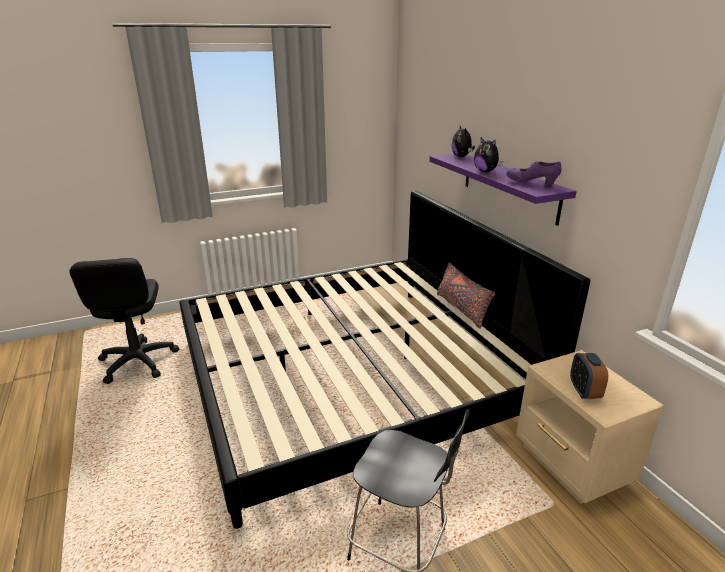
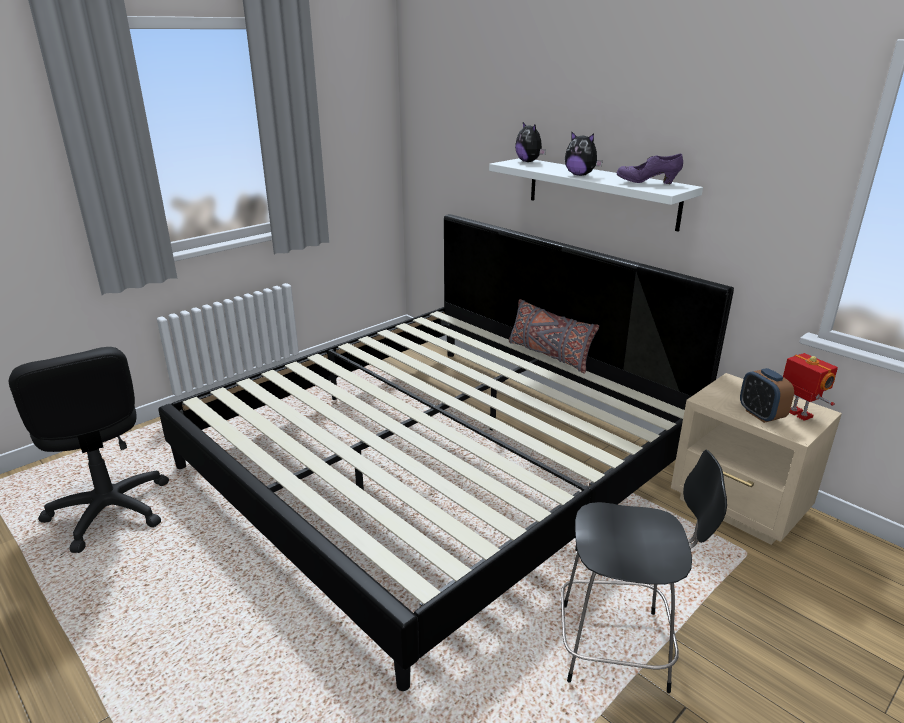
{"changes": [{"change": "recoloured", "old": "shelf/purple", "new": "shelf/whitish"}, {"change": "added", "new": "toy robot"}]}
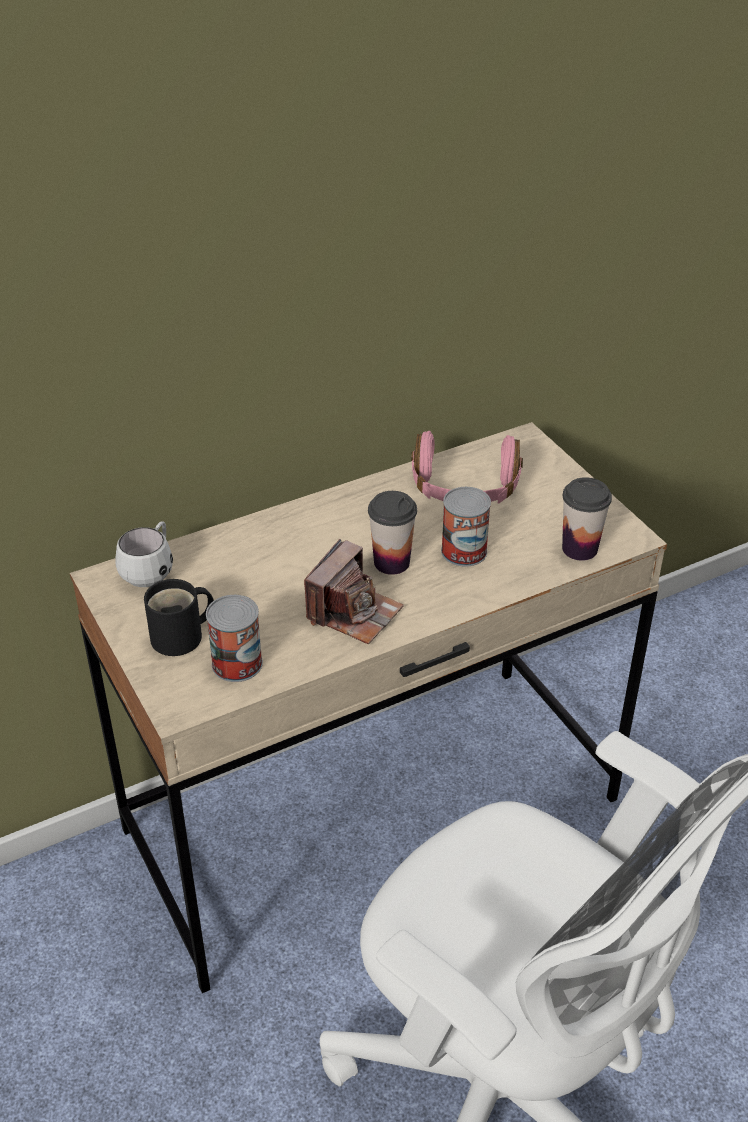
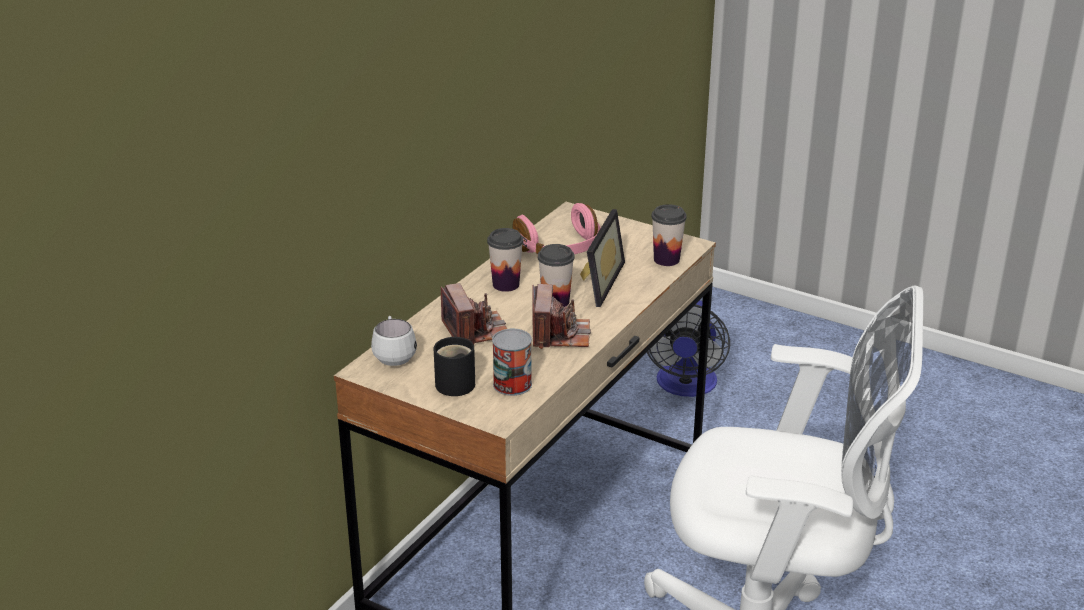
{"changes": [{"change": "added", "new": "photo camera (1st from left)"}, {"change": "added", "new": "drinking cup (1st from left)"}, {"change": "replaced", "old": "sealed can (2nd from left)", "new": "photo frame"}, {"change": "added", "new": "cooling fan"}]}
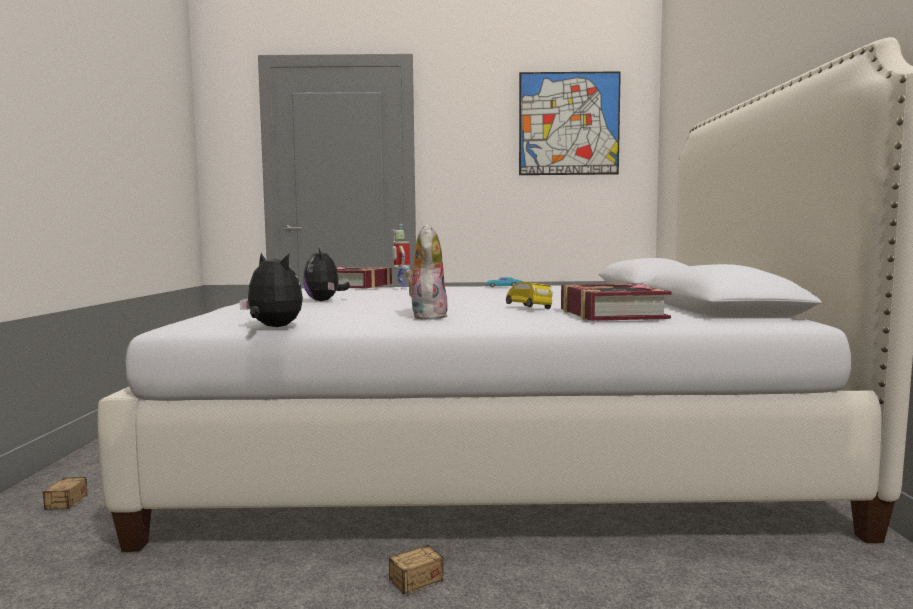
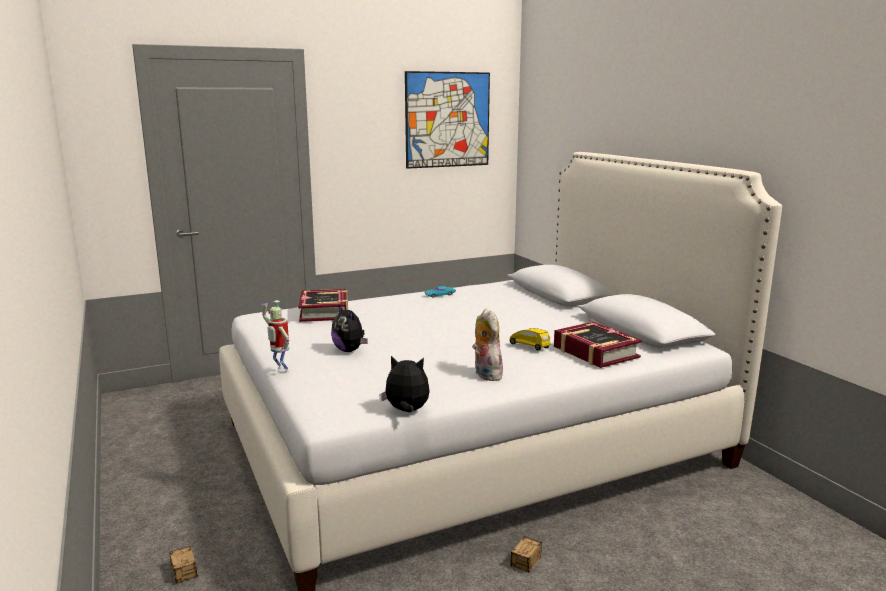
{"changes": [{"change": "moved", "old": "toy robot"}]}
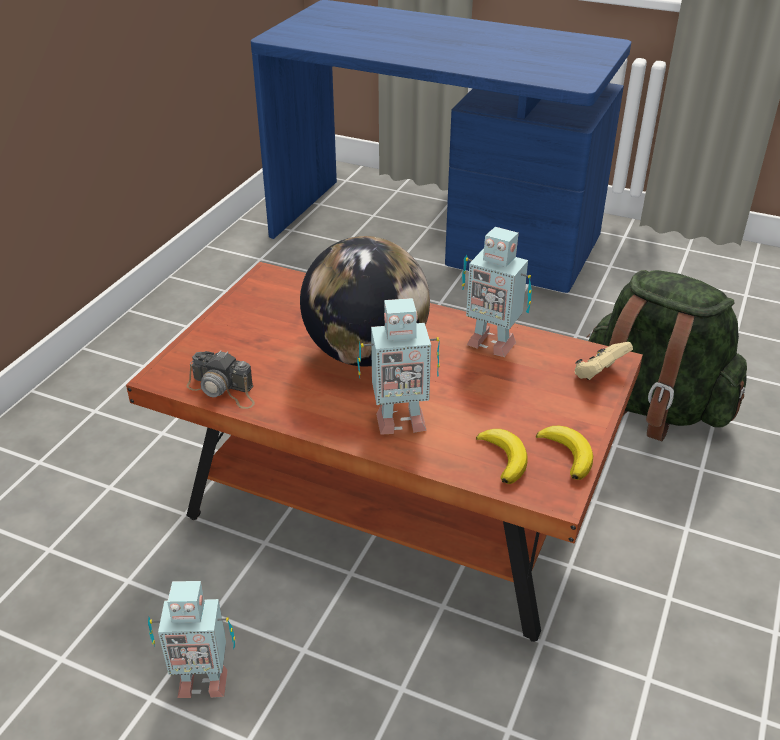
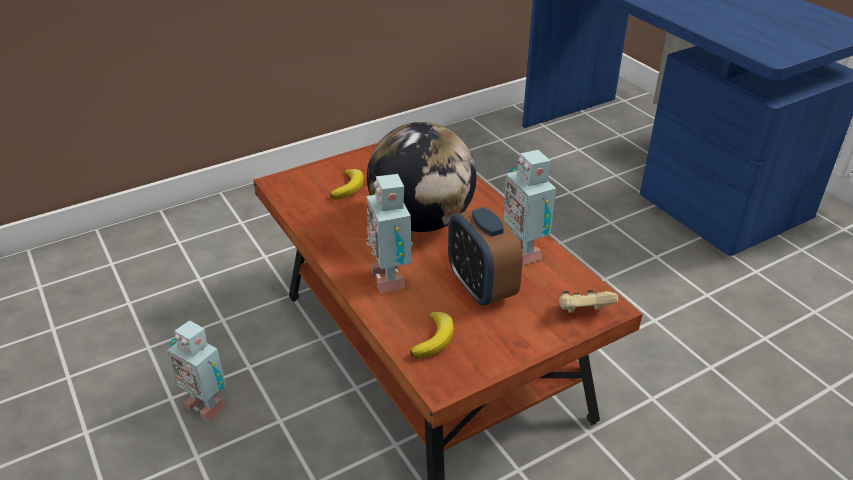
{"changes": [{"change": "moved", "old": "banana fruit (2nd from left in the first image)", "new": "banana fruit (1st from left)"}, {"change": "turned", "old": "toy robot (2nd from left)", "degrees": 45}, {"change": "added", "new": "table clock"}, {"change": "removed", "old": "photo camera"}, {"change": "removed", "old": "rucksack/greenish"}]}
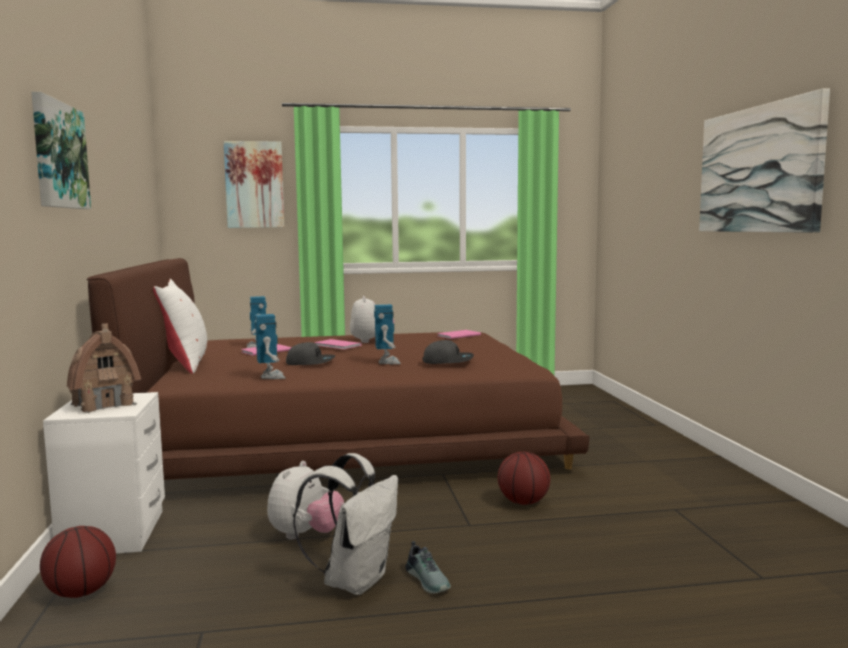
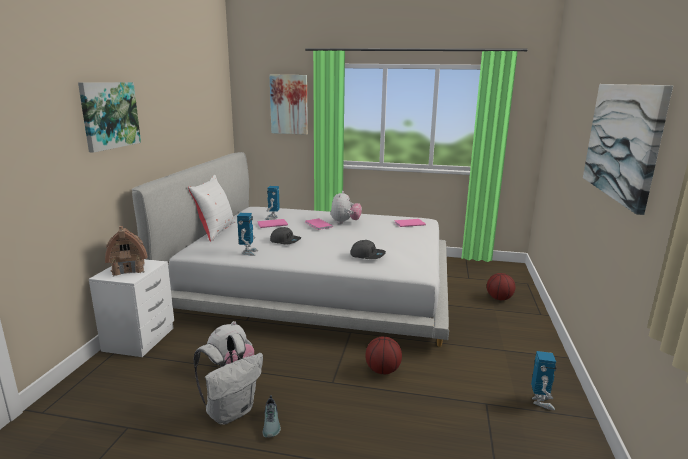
{"changes": [{"change": "recoloured", "old": "bedroom bed/brown-coloured", "new": "bedroom bed/whitish"}, {"change": "moved", "old": "basketball ball (1st from left in the first image)", "new": "basketball ball (2nd from left)"}, {"change": "moved", "old": "toy robot (3rd from left)"}]}
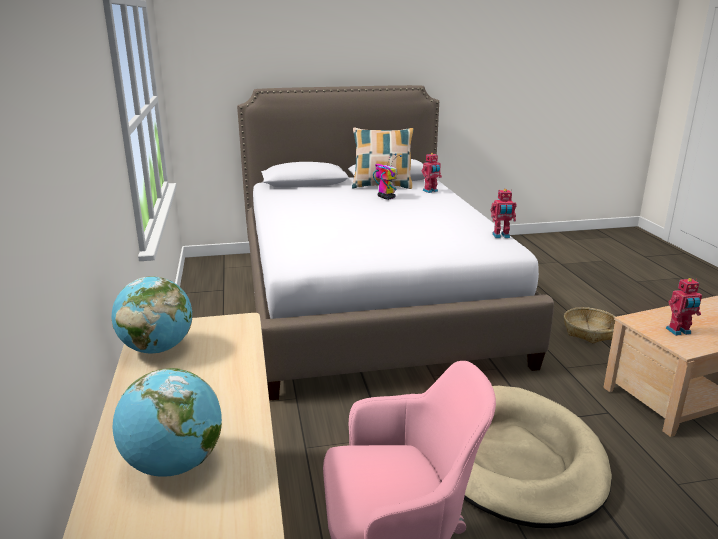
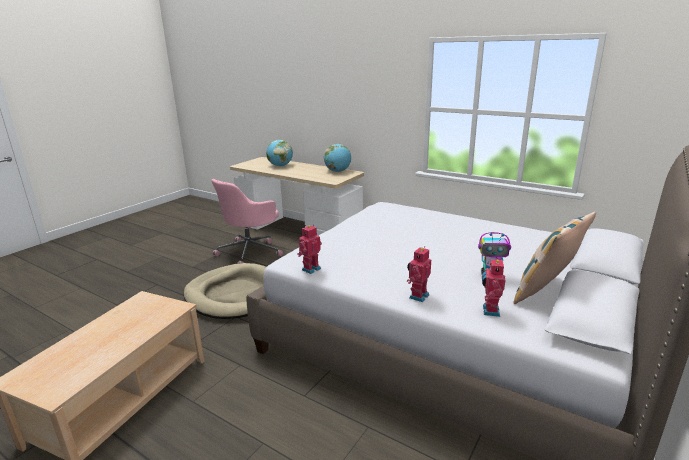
{"changes": [{"change": "moved", "old": "toy robot (4th from left in the first image)", "new": "toy robot (2nd from left)"}, {"change": "removed", "old": "basket"}]}
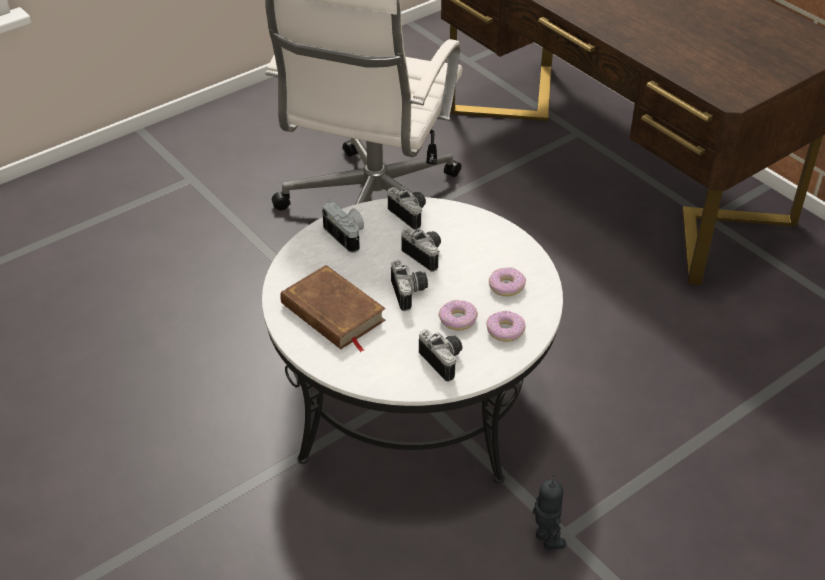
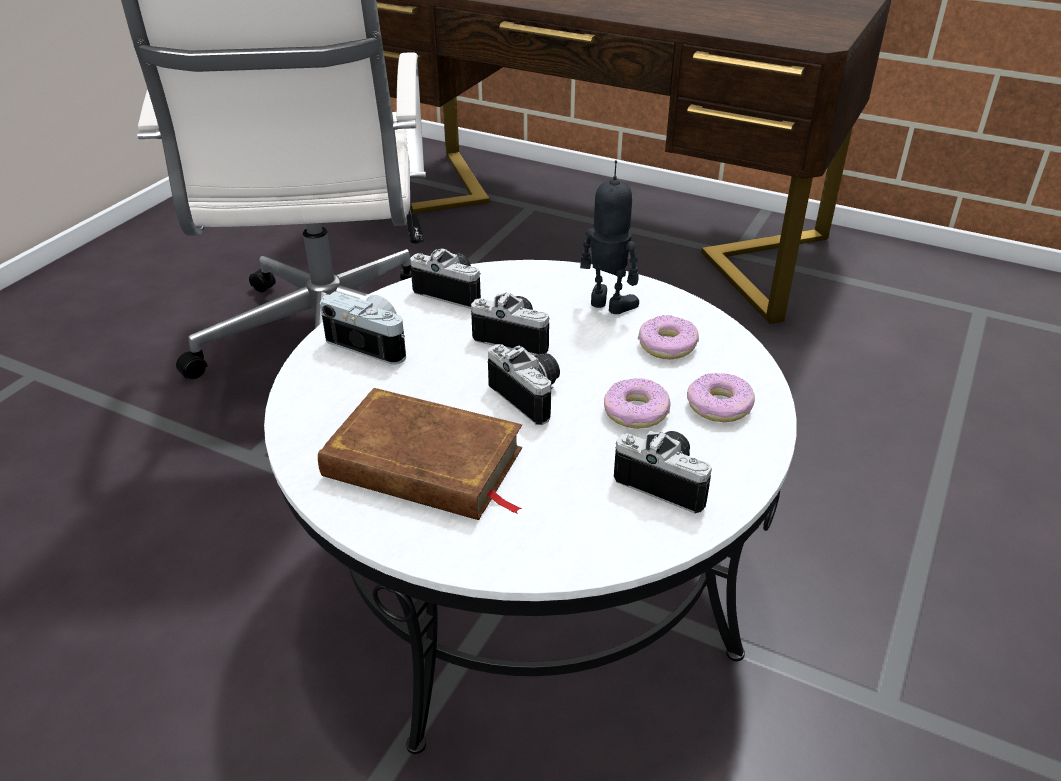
{"changes": [{"change": "moved", "old": "toy robot"}]}
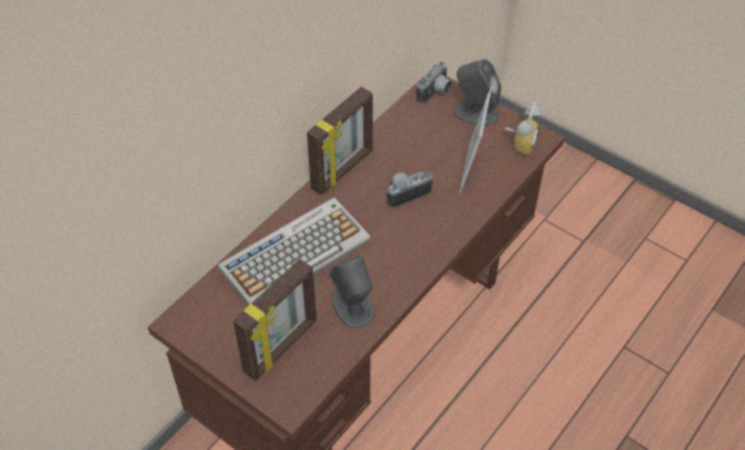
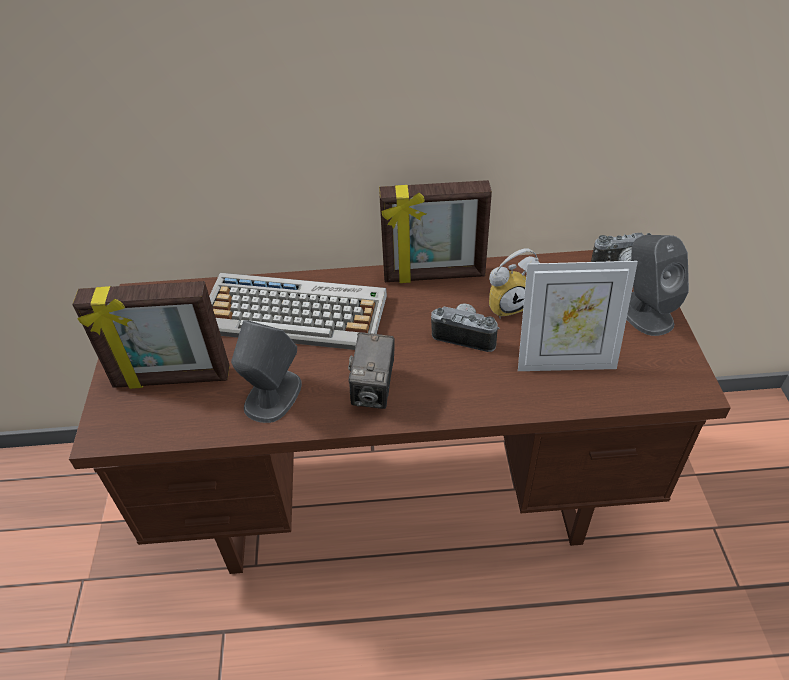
{"changes": [{"change": "added", "new": "photo camera (1st from left)"}, {"change": "moved", "old": "table clock"}, {"change": "turned", "old": "photo frame (3rd from left)", "degrees": -150}]}
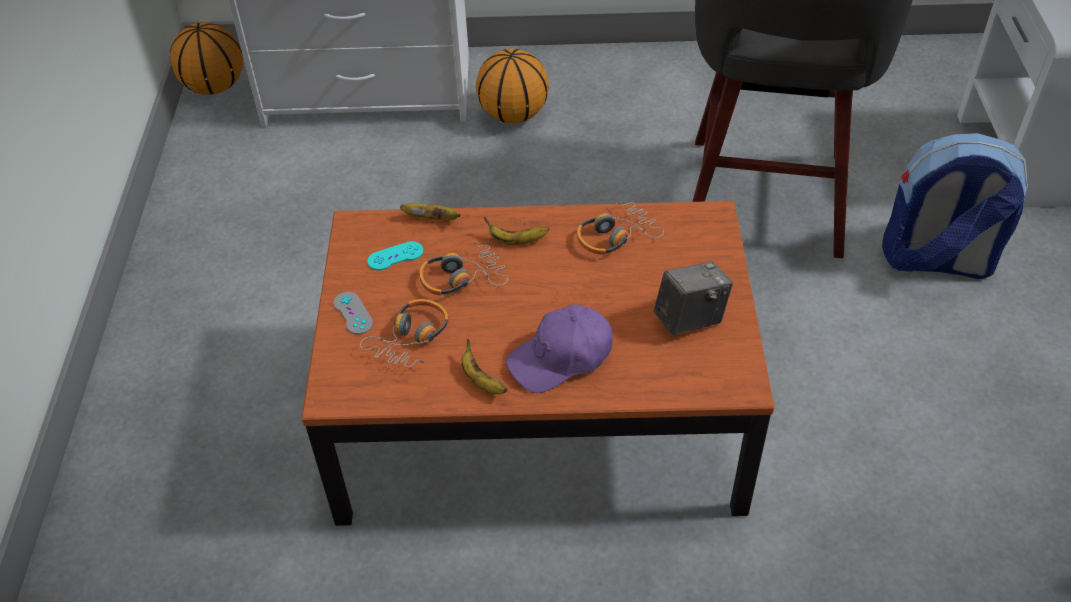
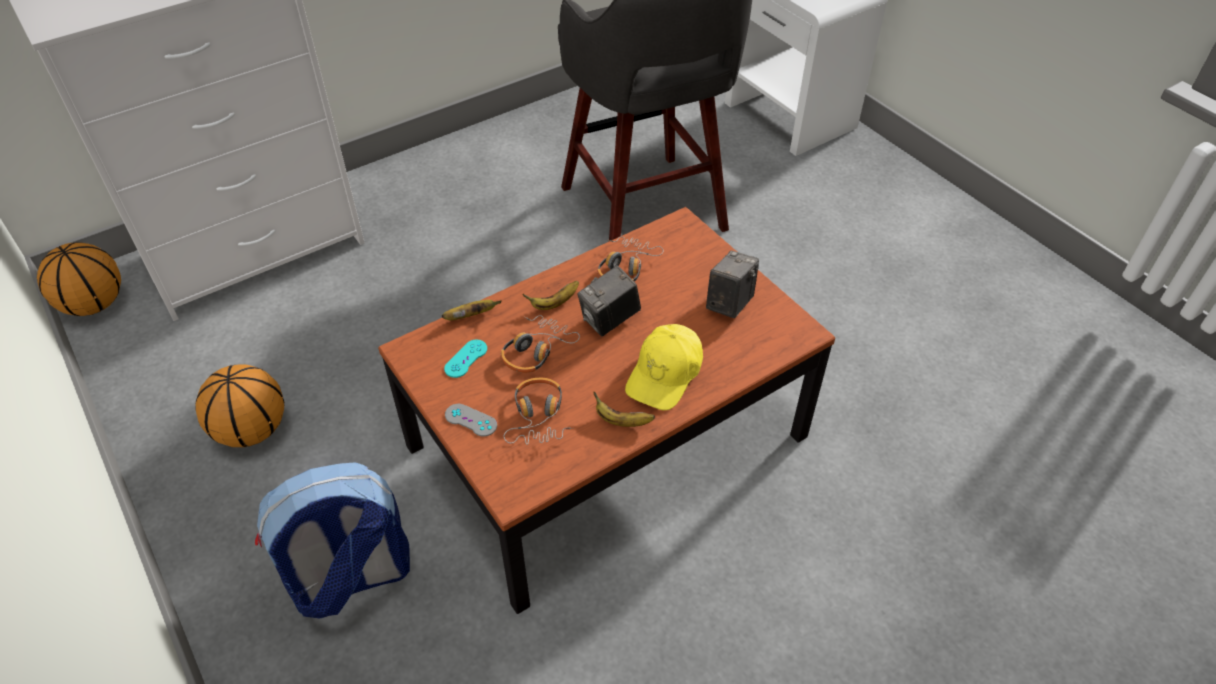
{"changes": [{"change": "moved", "old": "basketball ball (2nd from left)"}, {"change": "moved", "old": "rucksack"}, {"change": "added", "new": "photo camera (1st from left)"}, {"change": "recoloured", "old": "cap/purple", "new": "cap/yellow"}]}
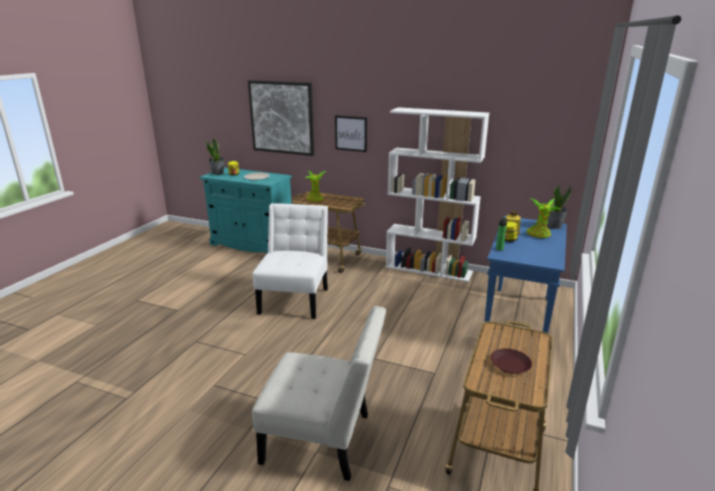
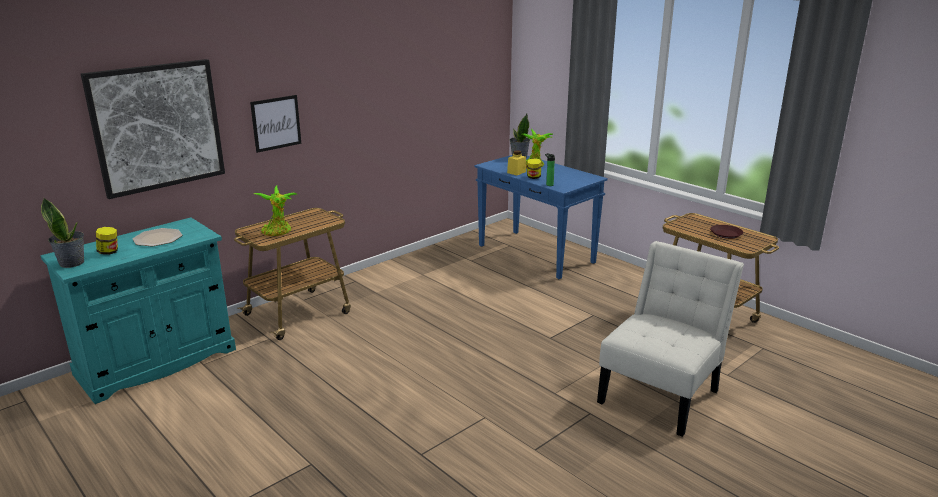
{"changes": [{"change": "removed", "old": "plain chair/whitish (1st from left)"}, {"change": "removed", "old": "bookcase/whitish"}]}
